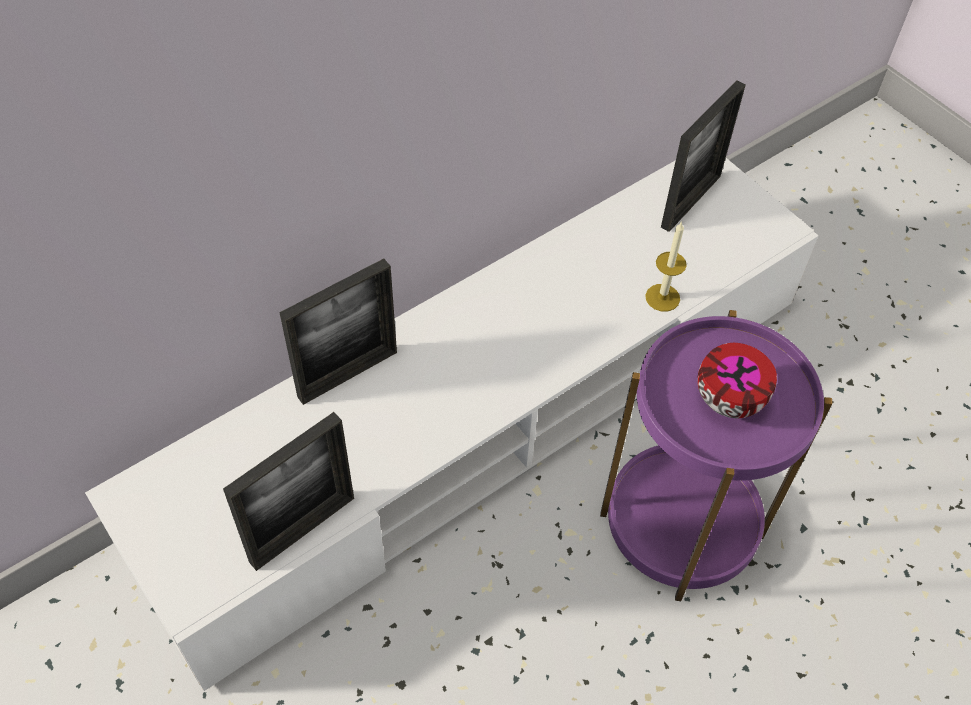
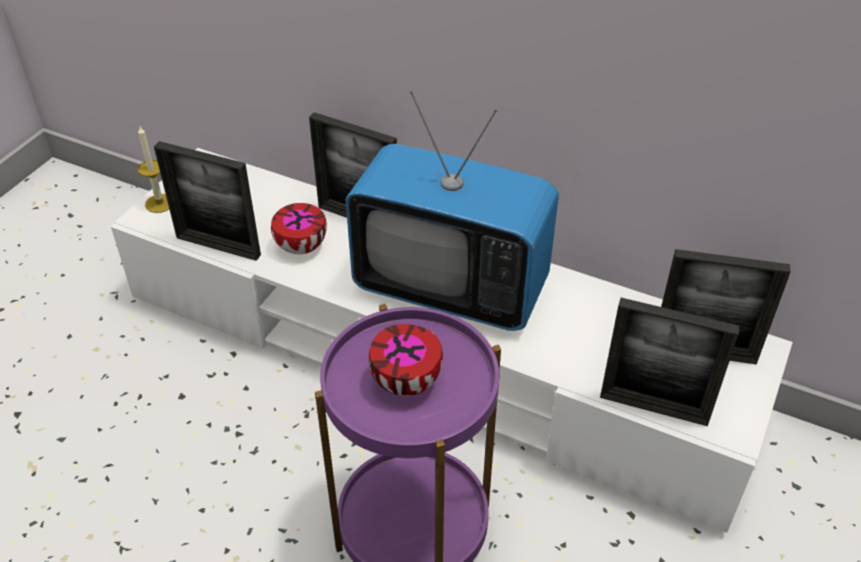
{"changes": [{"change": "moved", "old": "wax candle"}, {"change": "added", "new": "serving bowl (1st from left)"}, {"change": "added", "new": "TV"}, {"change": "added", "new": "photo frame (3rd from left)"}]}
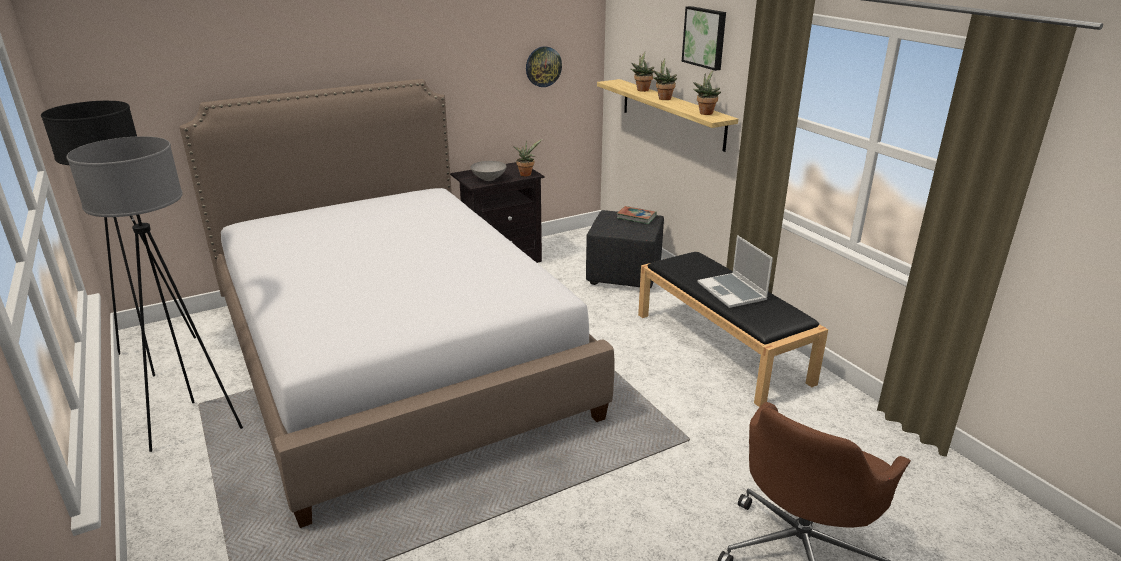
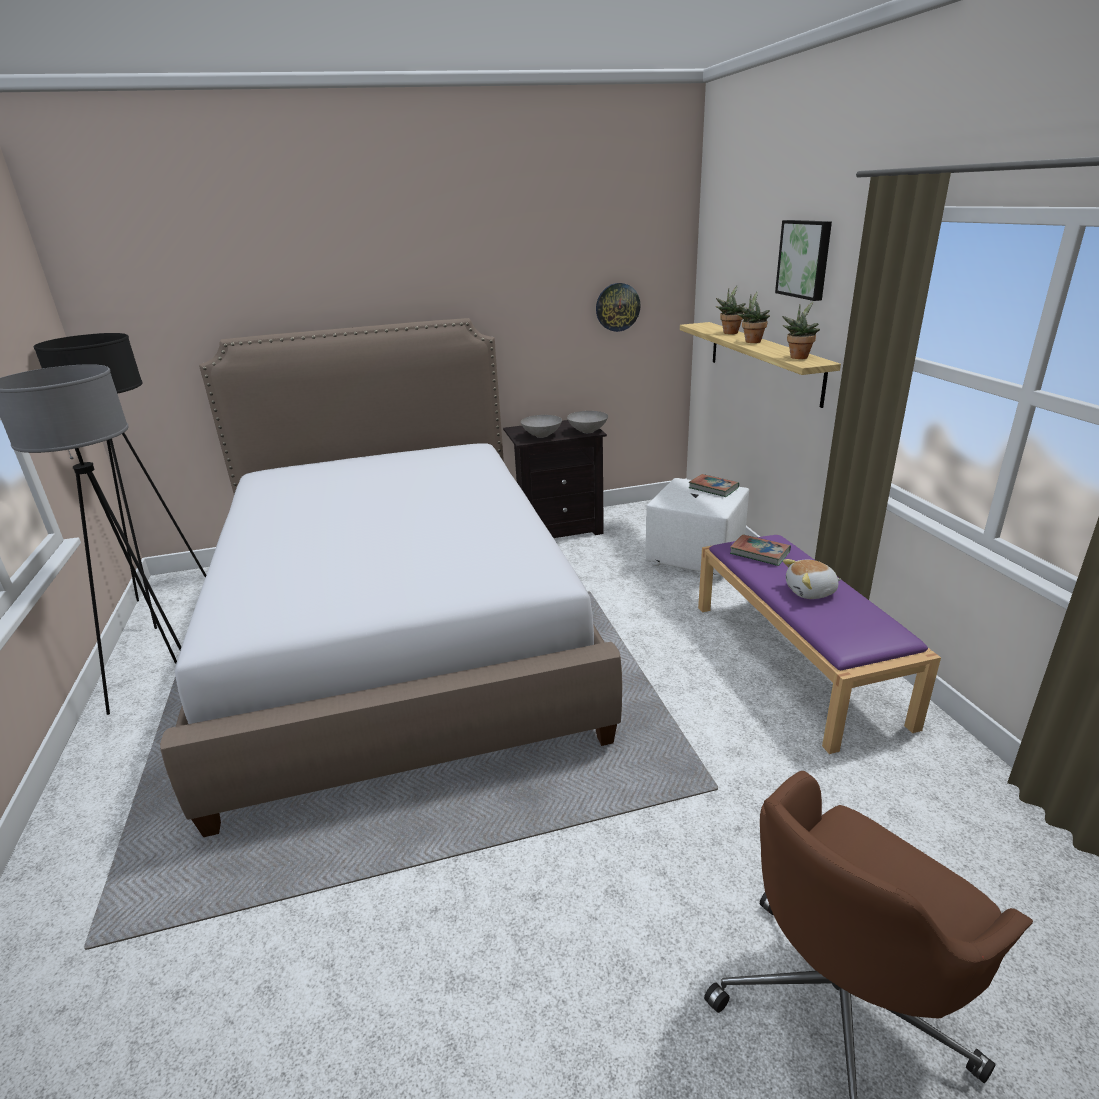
{"changes": [{"change": "replaced", "old": "houseplant (1st from left)", "new": "serving bowl/greyish (2nd from left)"}, {"change": "recoloured", "old": "ottoman/blackish", "new": "ottoman/whitish"}, {"change": "recoloured", "old": "long seat/blackish", "new": "long seat/purple"}, {"change": "added", "new": "book (2nd from left)"}, {"change": "replaced", "old": "portable computer", "new": "soft toy"}]}
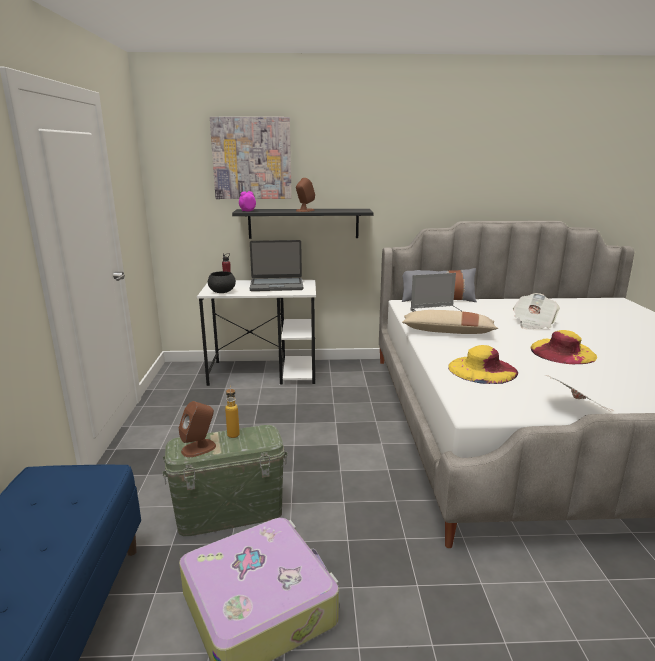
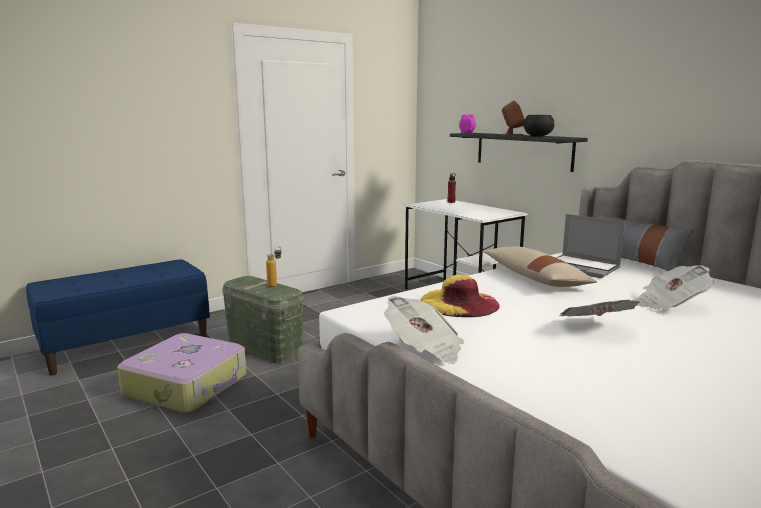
{"changes": [{"change": "moved", "old": "serving bowl/blackish"}, {"change": "replaced", "old": "clothing hat/yellow (2nd from left)", "new": "newspaper (2nd from left)"}, {"change": "removed", "old": "audio speaker/brown-coloured (1st from left)"}, {"change": "removed", "old": "picture"}, {"change": "removed", "old": "portable computer (1st from left)"}]}
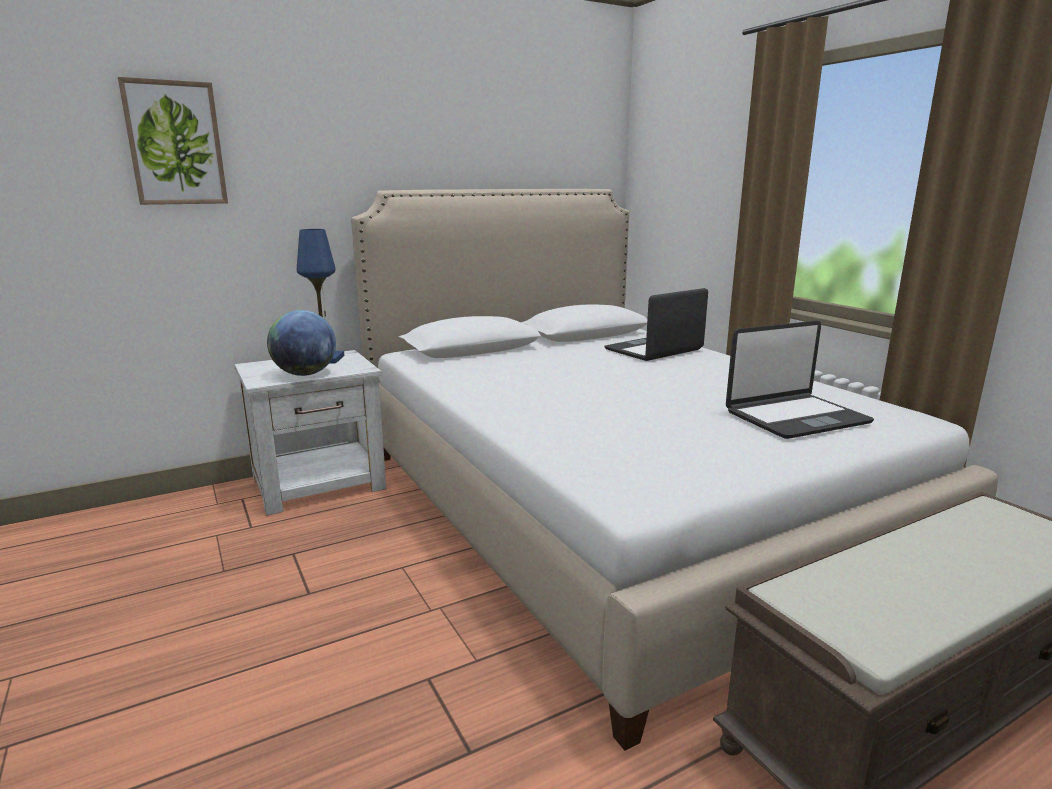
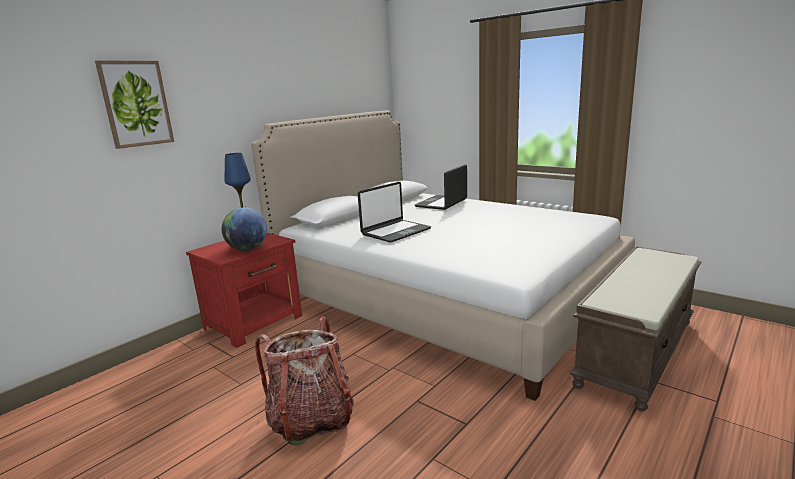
{"changes": [{"change": "recoloured", "old": "nightstand/whitish", "new": "nightstand/reddish"}, {"change": "added", "new": "rucksack"}, {"change": "moved", "old": "portable computer (2nd from left in the first image)", "new": "portable computer (1st from left)"}]}
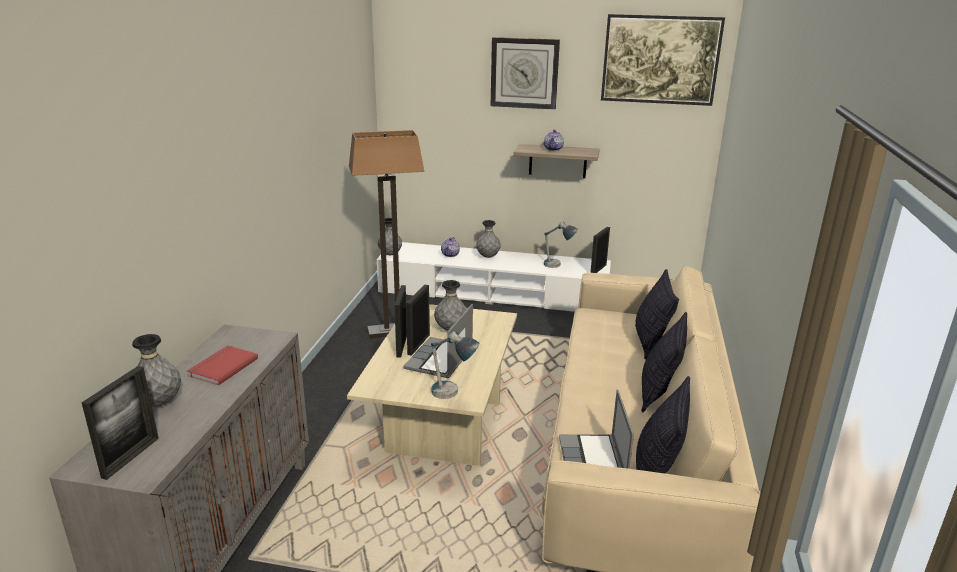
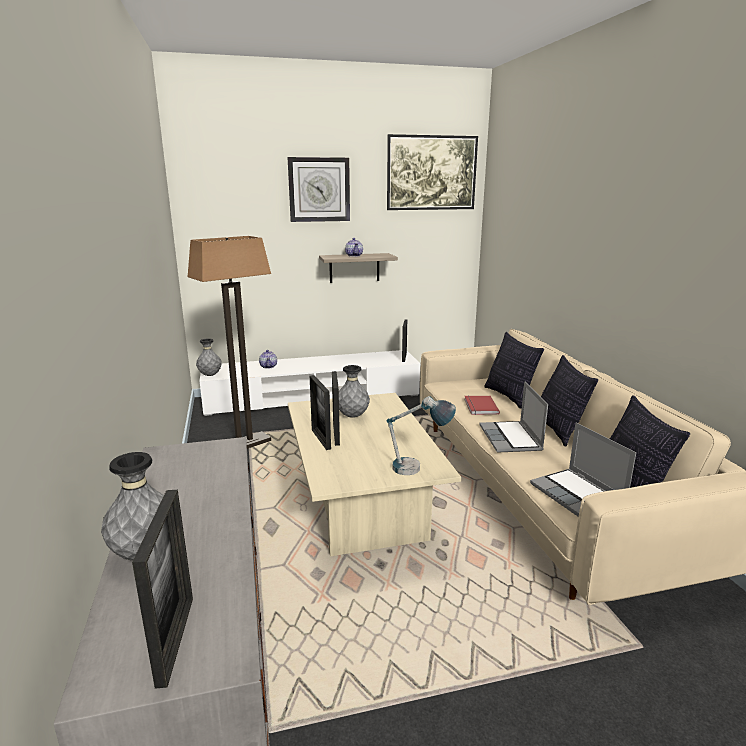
{"changes": [{"change": "moved", "old": "book/reddish"}, {"change": "moved", "old": "portable computer (1st from left)"}, {"change": "removed", "old": "vase/greyish (4th from left)"}, {"change": "removed", "old": "tabletop lamp (2nd from left)"}]}
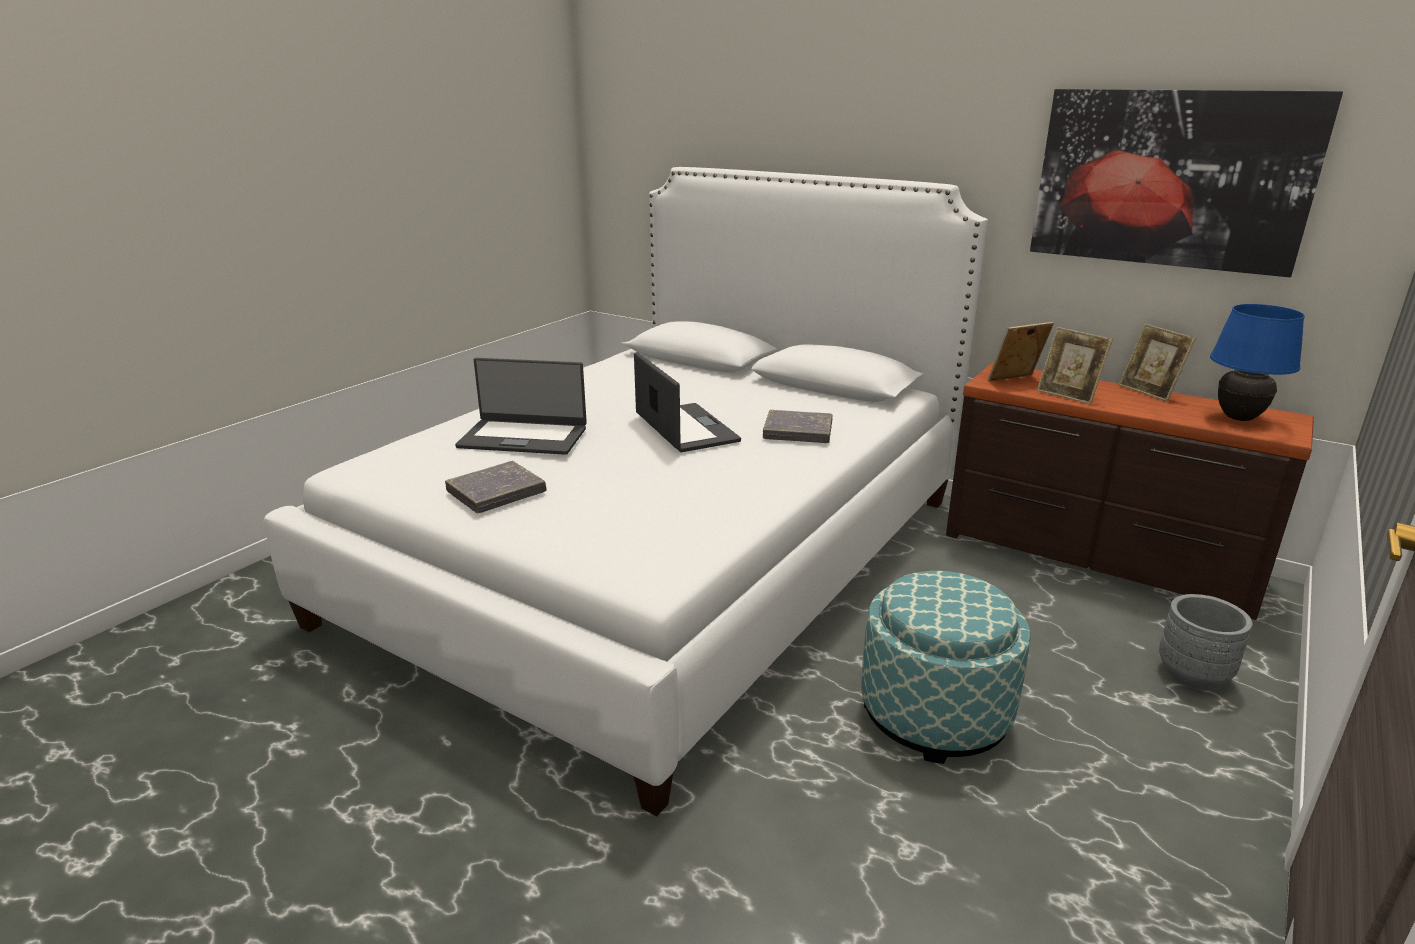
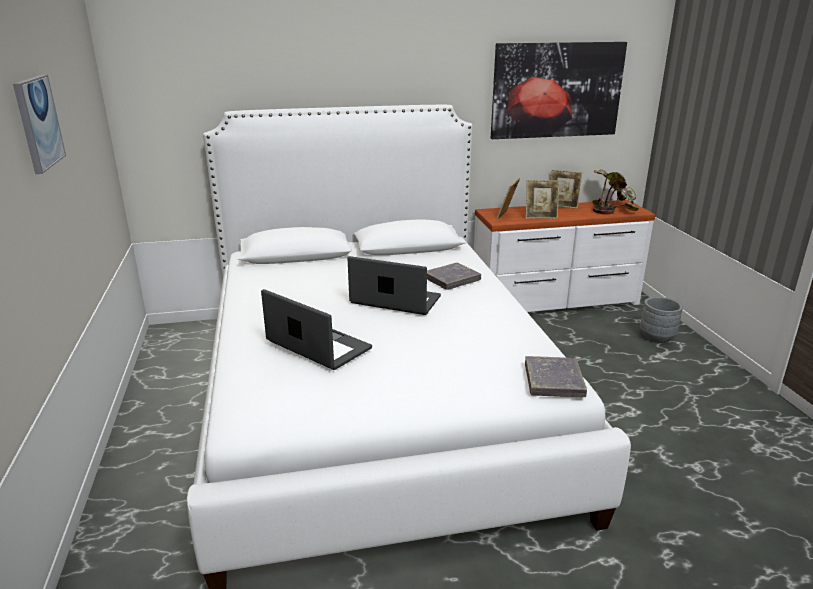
{"changes": [{"change": "added", "new": "picture (1st from left)"}, {"change": "turned", "old": "portable computer (1st from left)", "degrees": -105}, {"change": "recoloured", "old": "drawer chest/brown-coloured", "new": "drawer chest/whitish"}, {"change": "moved", "old": "book/greyish (1st from left in the first image)", "new": "book/greyish (2nd from left)"}, {"change": "replaced", "old": "tabletop lamp/blue-coloured", "new": "houseplant"}, {"change": "removed", "old": "ottoman"}]}
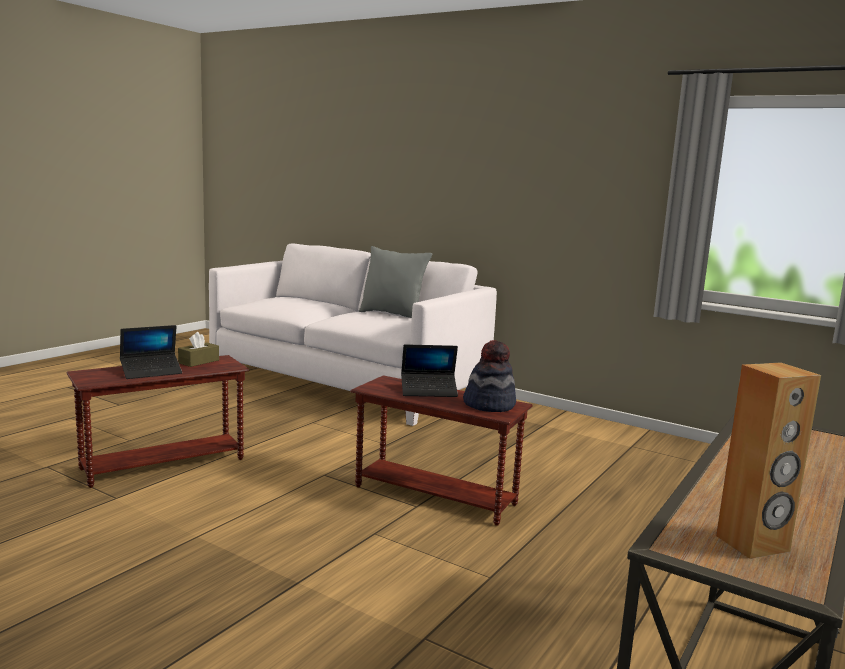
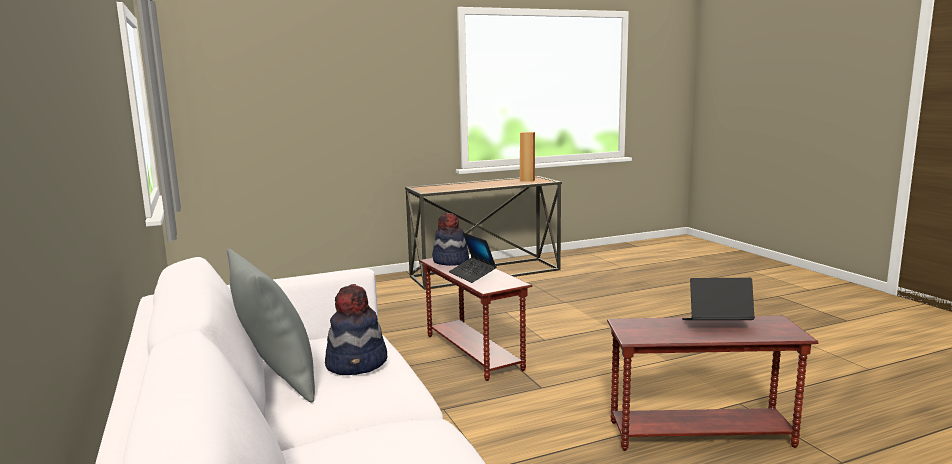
{"changes": [{"change": "added", "new": "clothing hat (1st from left)"}, {"change": "turned", "old": "portable computer (2nd from left in the first image)", "degrees": -150}, {"change": "removed", "old": "tissue holder/brown-coloured"}]}
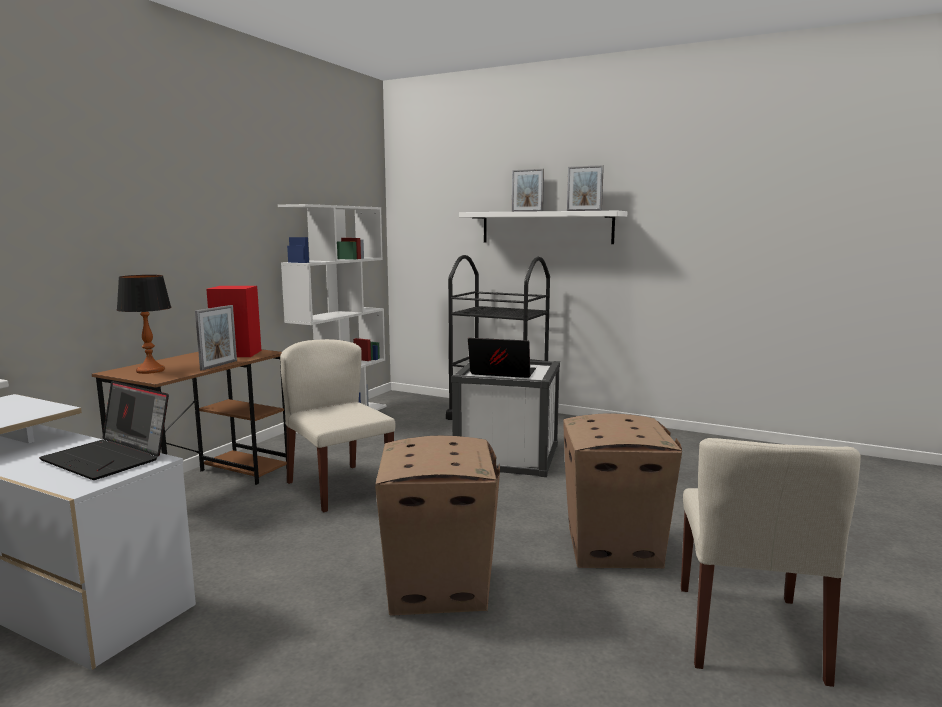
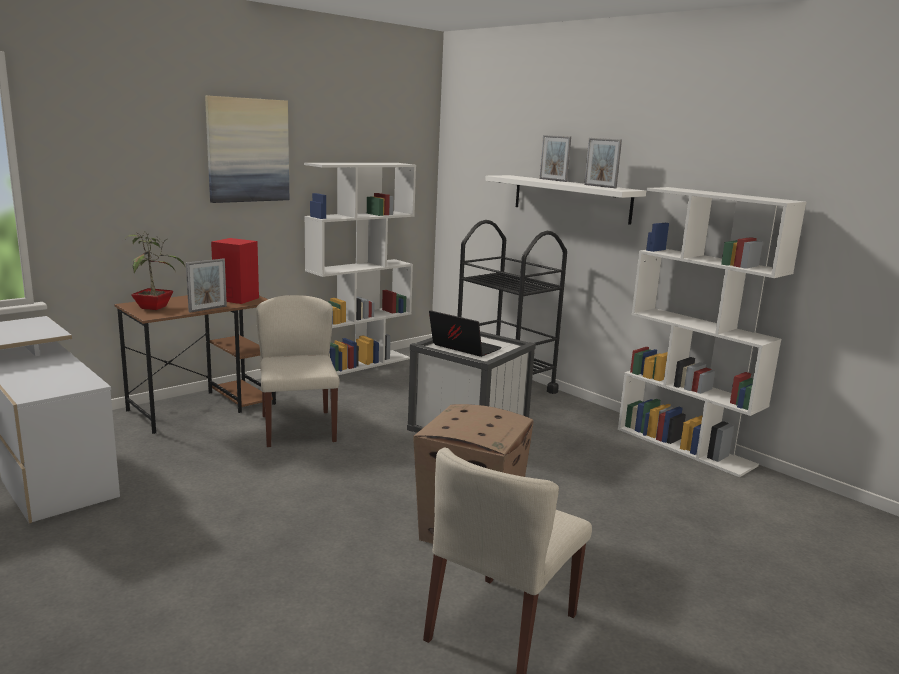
{"changes": [{"change": "replaced", "old": "tabletop lamp", "new": "houseplant"}, {"change": "added", "new": "picture"}, {"change": "added", "new": "bookcase/whitish (2nd from left)"}, {"change": "removed", "old": "portable computer (1st from left)"}, {"change": "removed", "old": "packing box (1st from left)"}]}
